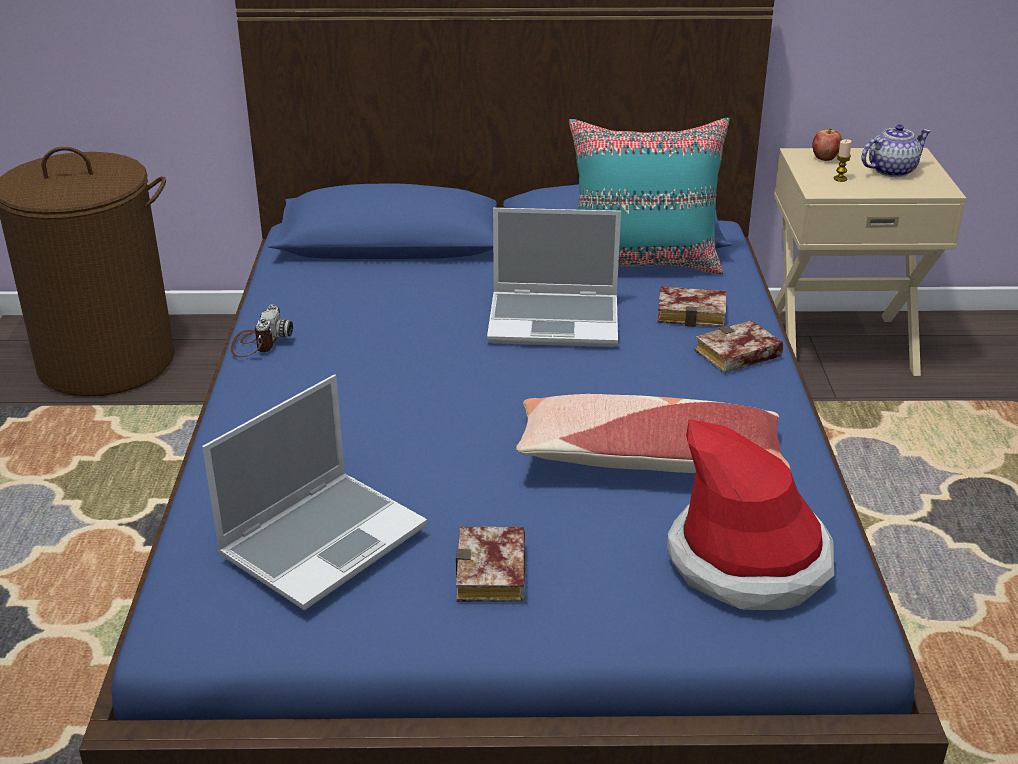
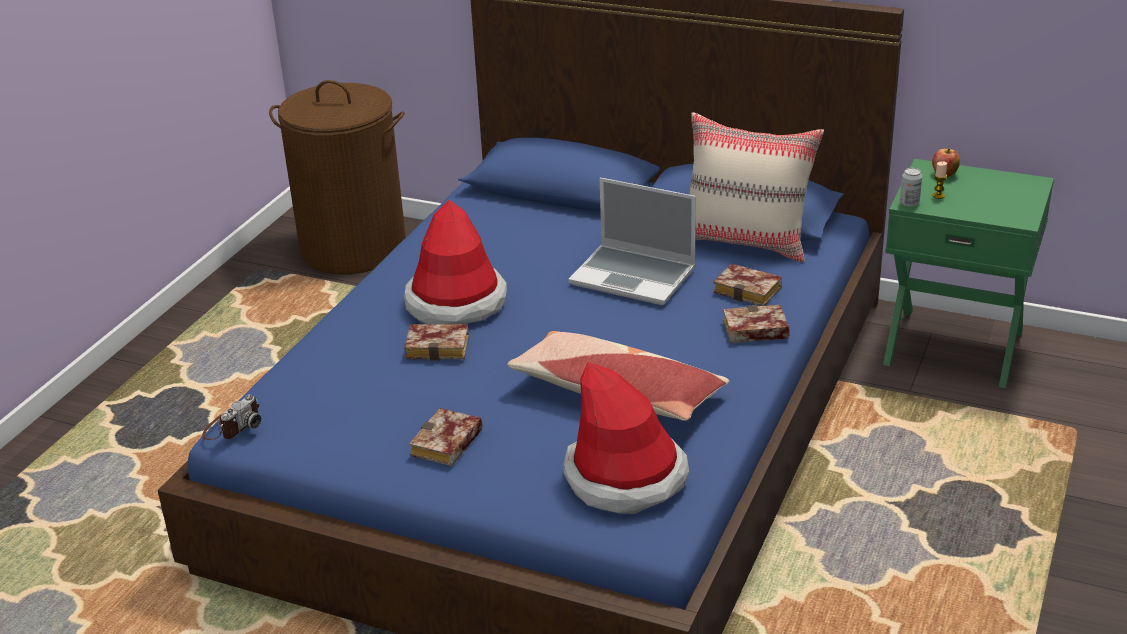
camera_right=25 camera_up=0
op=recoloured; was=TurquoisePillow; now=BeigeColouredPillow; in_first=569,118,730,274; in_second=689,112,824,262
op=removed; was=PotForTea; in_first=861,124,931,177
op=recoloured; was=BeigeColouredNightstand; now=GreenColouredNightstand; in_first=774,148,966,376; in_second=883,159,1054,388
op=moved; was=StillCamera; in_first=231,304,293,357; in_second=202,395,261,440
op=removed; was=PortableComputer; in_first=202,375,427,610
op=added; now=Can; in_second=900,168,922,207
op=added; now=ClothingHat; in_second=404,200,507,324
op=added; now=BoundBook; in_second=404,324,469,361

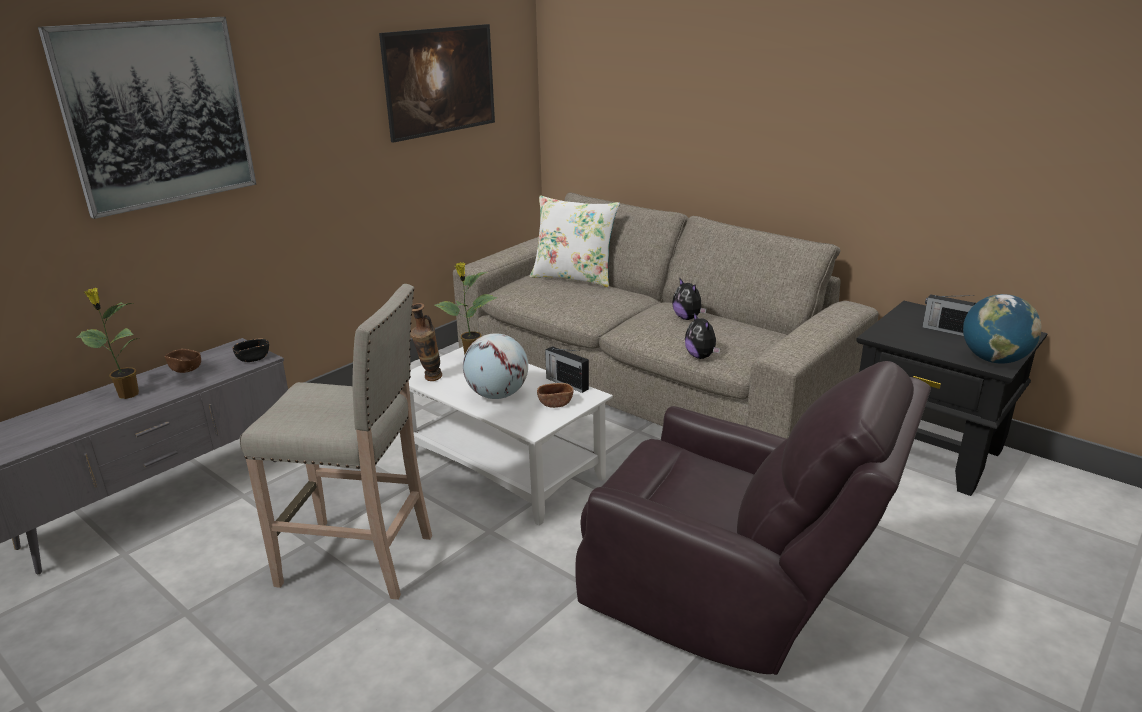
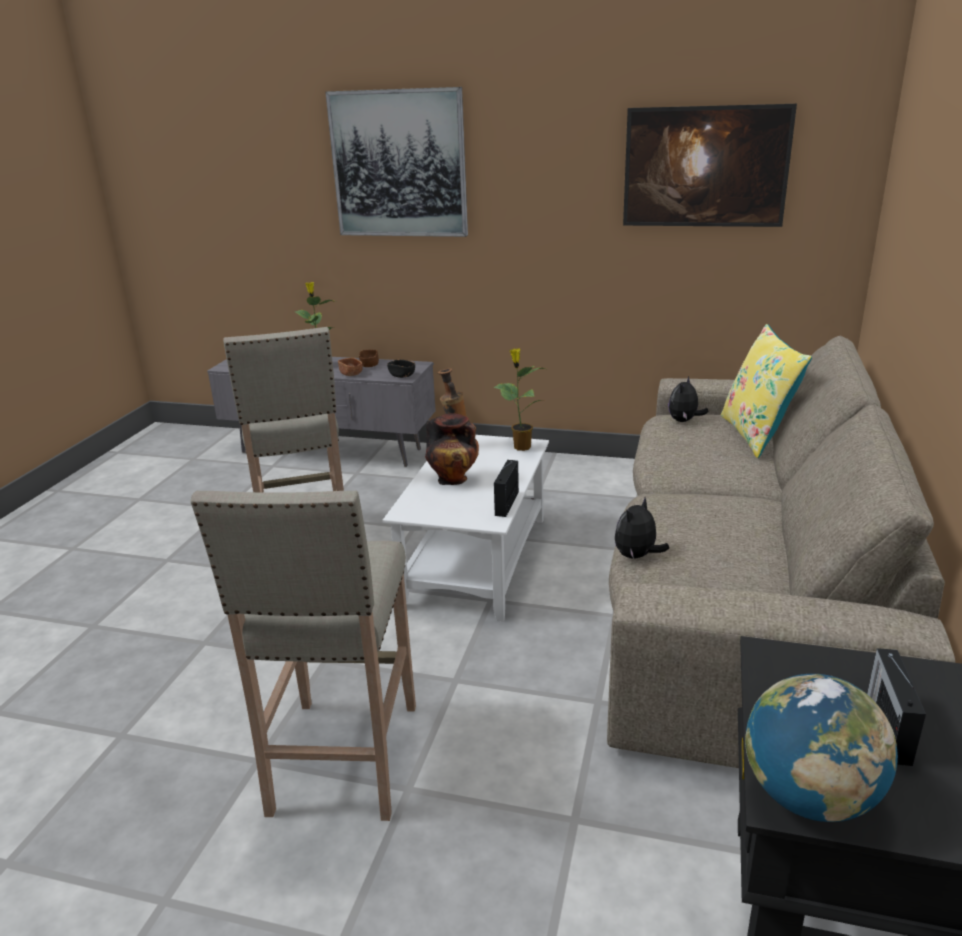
camera_right=65 camera_up=0
op=recoloured; was=WhitePillow; now=YellowColouredPillow; in_first=530,196,620,287; in_second=721,324,812,458
op=moved; was=CuddlyToy; in_first=672,278,707,320; in_second=668,376,709,422
op=replaced; was=Globe; now=FlowerVase; in_first=463,333,528,399; in_second=425,413,479,485
op=replaced; was=BrownColouredArmchair; now=BeigeColouredStool; in_first=575,361,931,675; in_second=190,491,416,821
op=moved; was=BrownColouredBowl; in_first=537,383,574,408; in_second=338,358,363,376

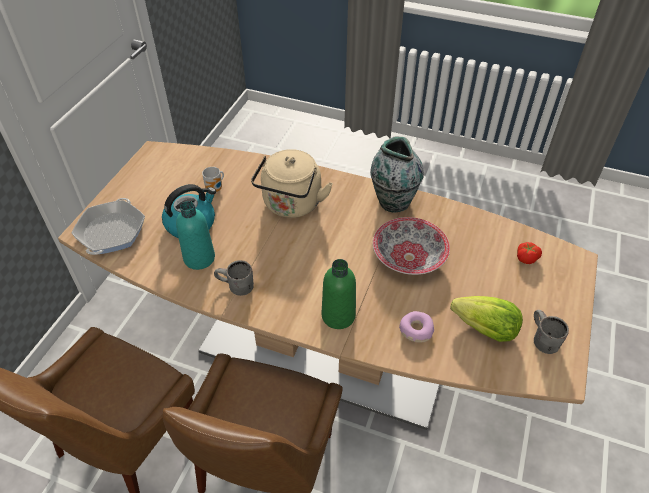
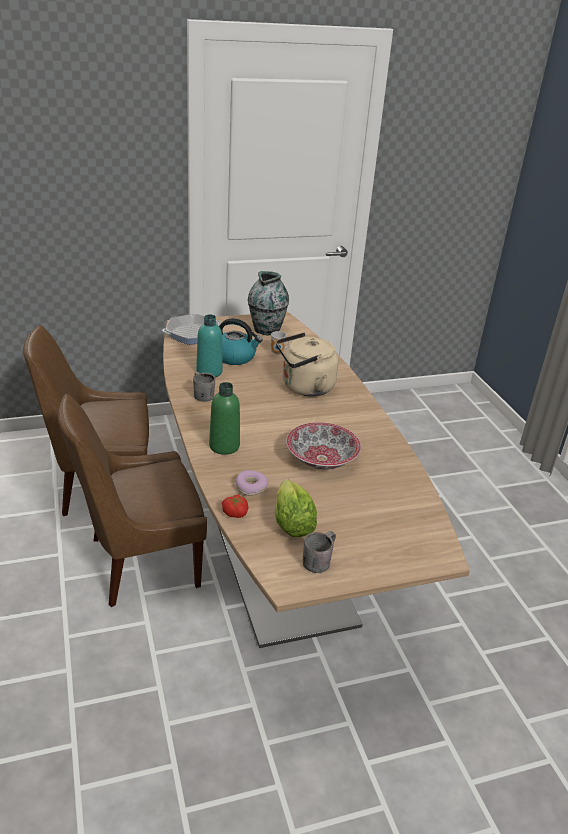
camera_right=50 camera_up=-15
op=moved; was=FlowerVase; in_first=370,137,424,212; in_second=248,271,289,335
op=moved; was=Tomato; in_first=517,242,542,264; in_second=222,495,249,518

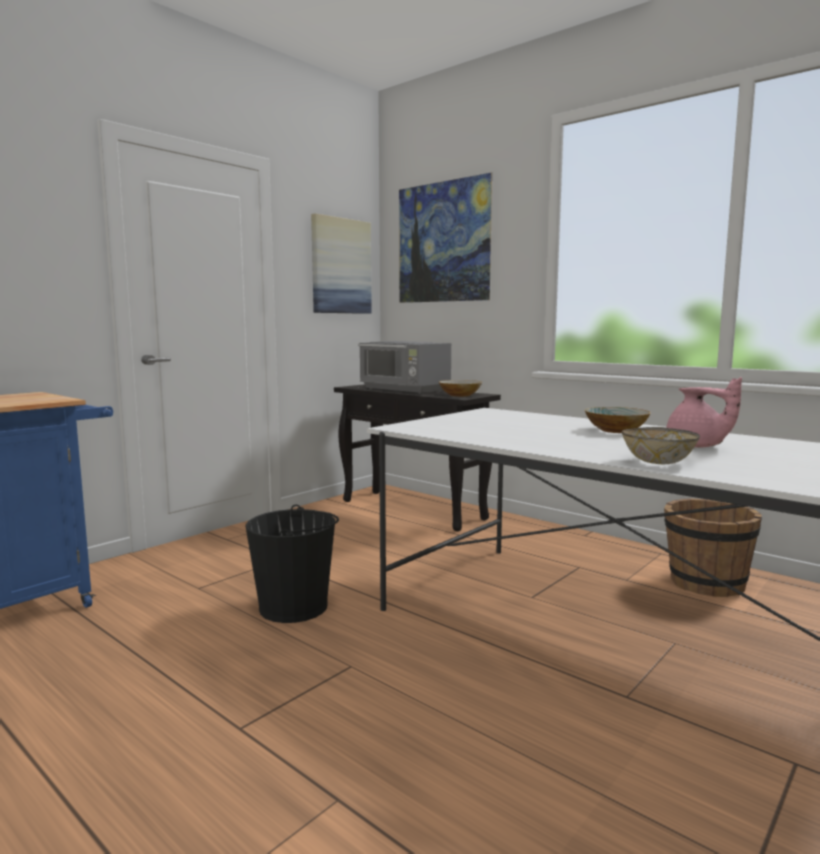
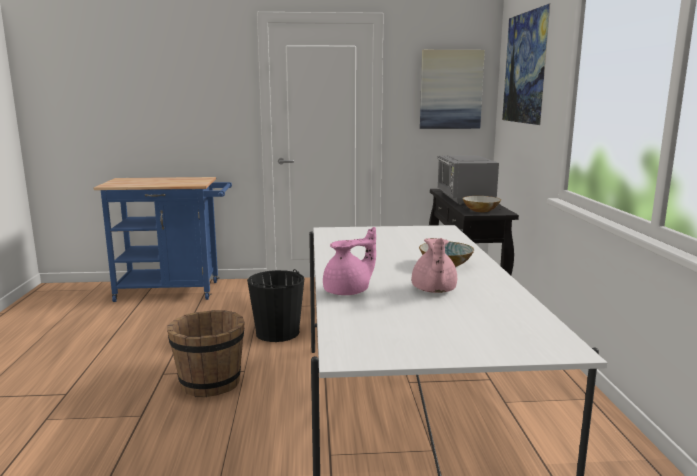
camera_right=45 camera_up=5
op=replaced; was=Bowl; now=PinkPotForTea; in_first=622,427,700,464; in_second=323,227,376,295
op=moved; was=BrownColouredBucket; in_first=664,498,762,597; in_second=167,310,245,397

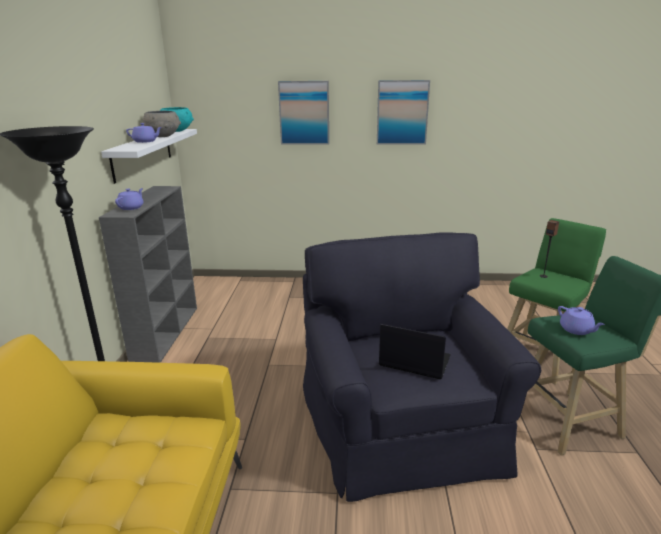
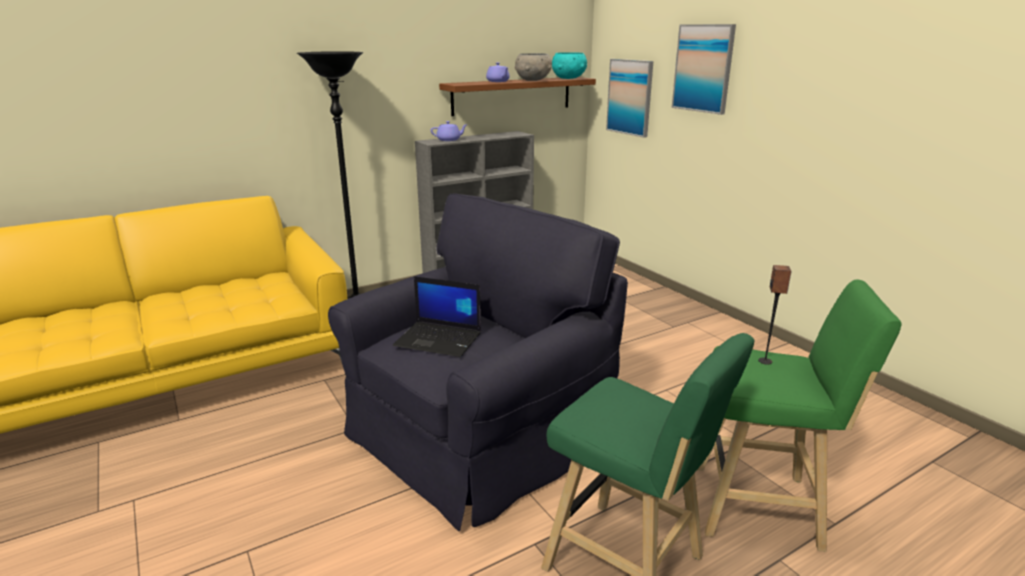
camera_right=55 camera_up=0
op=moved; was=WallPicture; in_first=377,80,430,145; in_second=606,59,654,138
op=recoloured; was=WhiteWallShelf; now=BrownColouredWallShelf; in_first=101,129,197,184; in_second=439,77,596,116
op=removed; was=PurplishPotForTea; in_first=558,306,605,335
op=turned; was=PortableComputer; in_first=379,324,451,379; in_second=393,276,481,357; clockwise=120

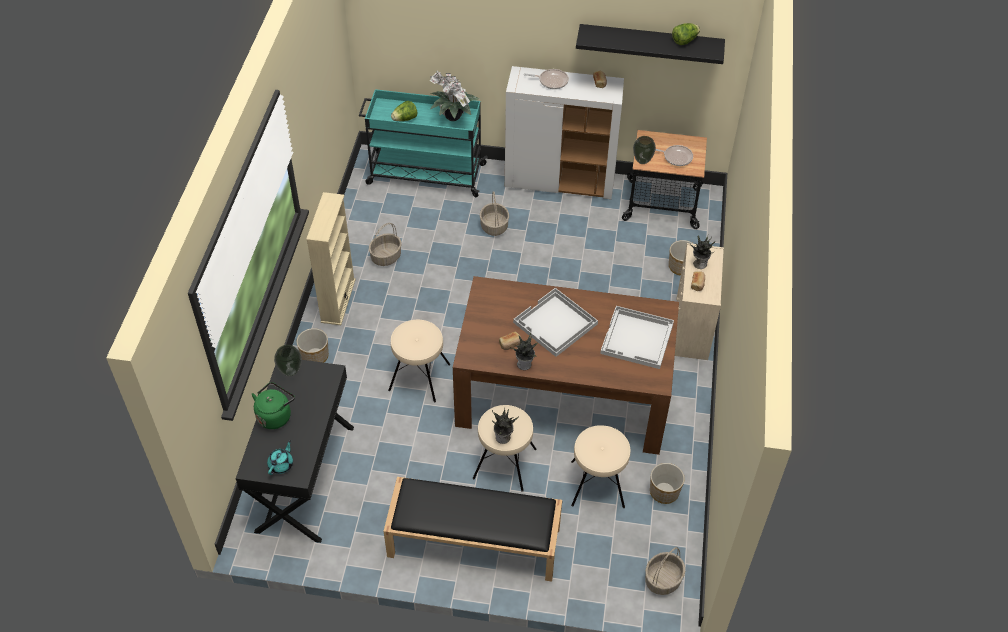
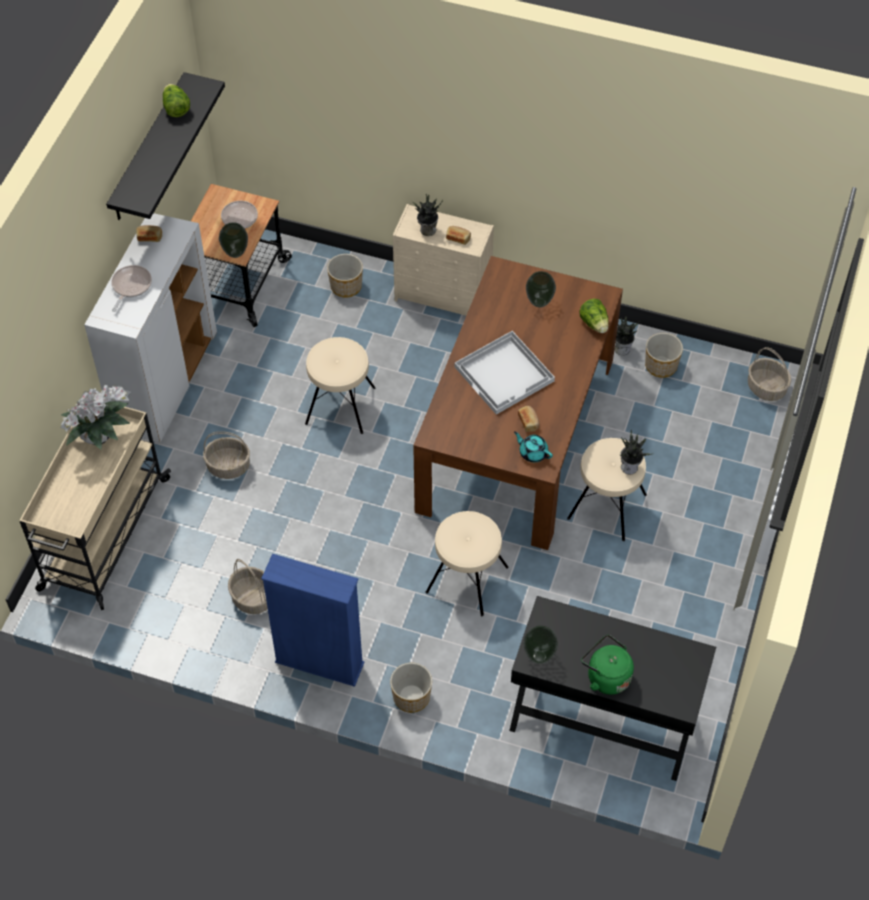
camera_right=-80 camera_up=5
op=recoloured; was=TurquoiseCart; now=BeigeColouredCart; in_first=359,89,488,198; in_second=19,407,171,610
op=moved; was=HeadOfLettuce; in_first=391,101,417,121; in_second=579,299,609,333
op=recoloured; was=BeigeColouredBookshelf; now=BlueBookshelf; in_first=306,192,356,325; in_second=261,554,364,687
op=replaced; was=WhiteCarryingTray; now=FlowerVase; in_first=600,306,674,369; in_second=526,271,556,307
op=moved; was=Houseplant; in_first=510,332,538,370; in_second=615,317,640,355
op=moved; was=BeigeColouredStool; in_first=571,425,630,508; in_second=305,337,376,434
op=moved; was=TurquoisePotForTea; in_first=267,440,293,475; in_second=514,431,553,462
op=removed; was=BlackishIndoorBench; in_first=384,477,563,582

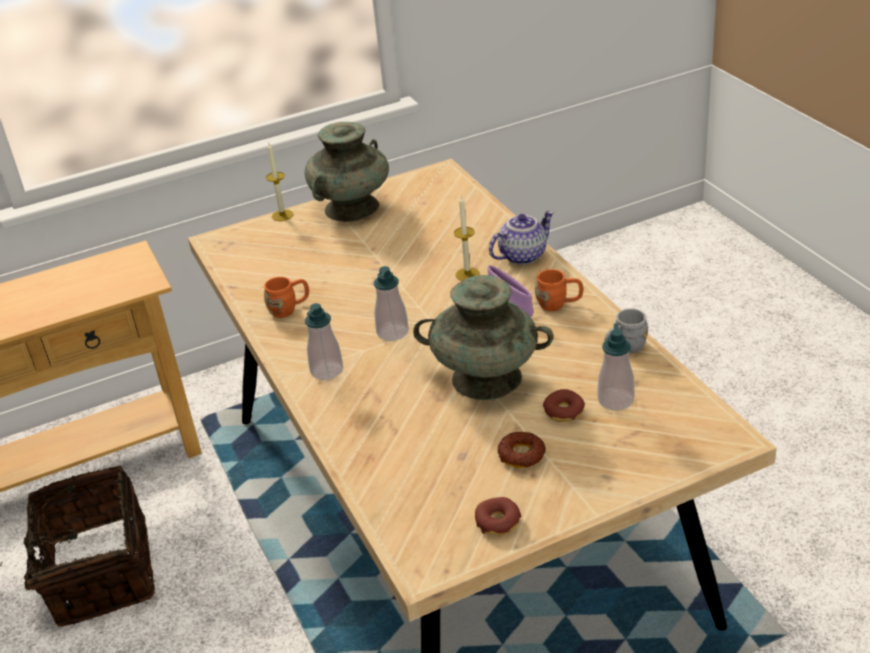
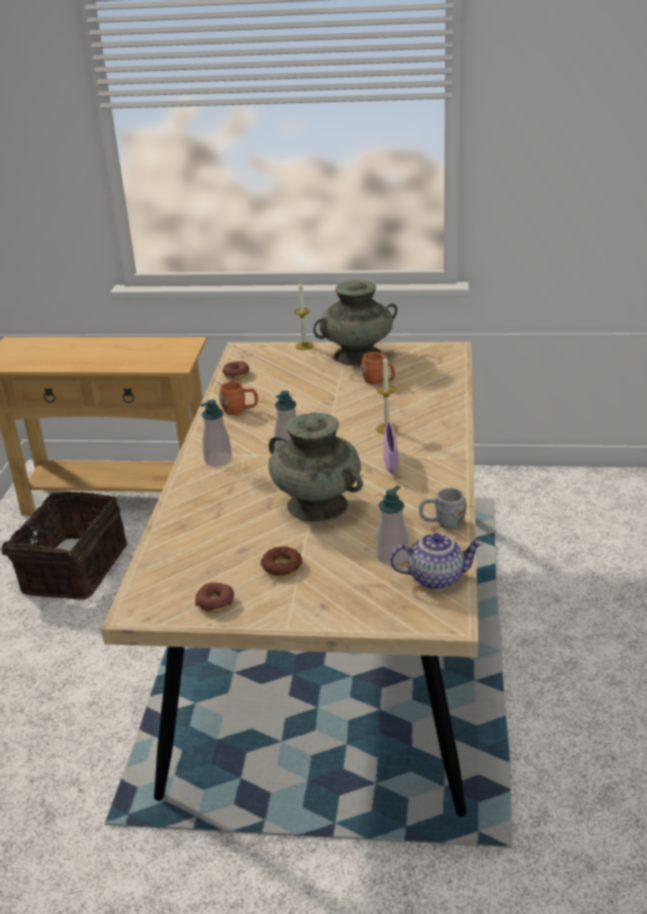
camera_right=30 camera_up=-5
op=moved; was=PotForTea; in_first=489,211,554,265; in_second=390,533,483,590
op=moved; was=OrangeColouredCoffeeMug; in_first=535,269,583,311; in_second=361,352,395,384
op=moved; was=RingDoughnut; in_first=543,389,585,422; in_second=222,361,249,379

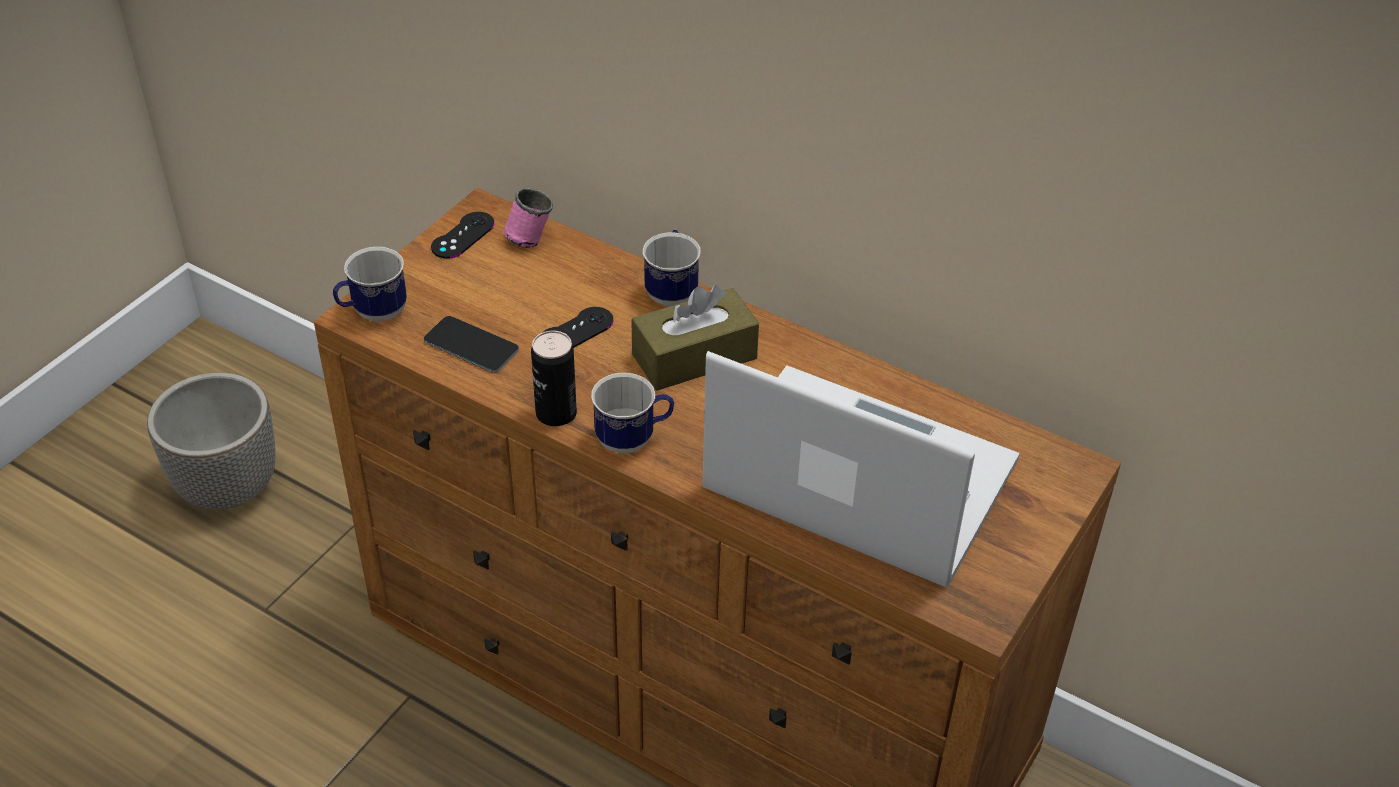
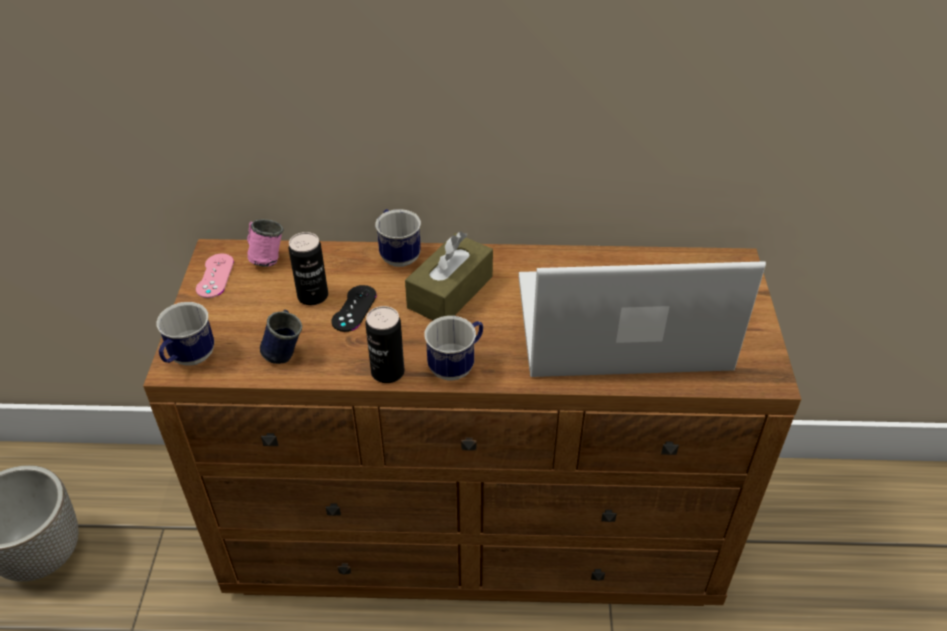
camera_right=-30 camera_up=0
op=recoloured; was=BlackishGamepad; now=PinkGamepad; in_first=431,212,495,259; in_second=196,253,234,298
op=replaced; was=Phone; now=BlueCoffeeMug; in_first=424,316,519,373; in_second=260,310,302,364
op=added; now=Can; in_second=289,232,328,305

